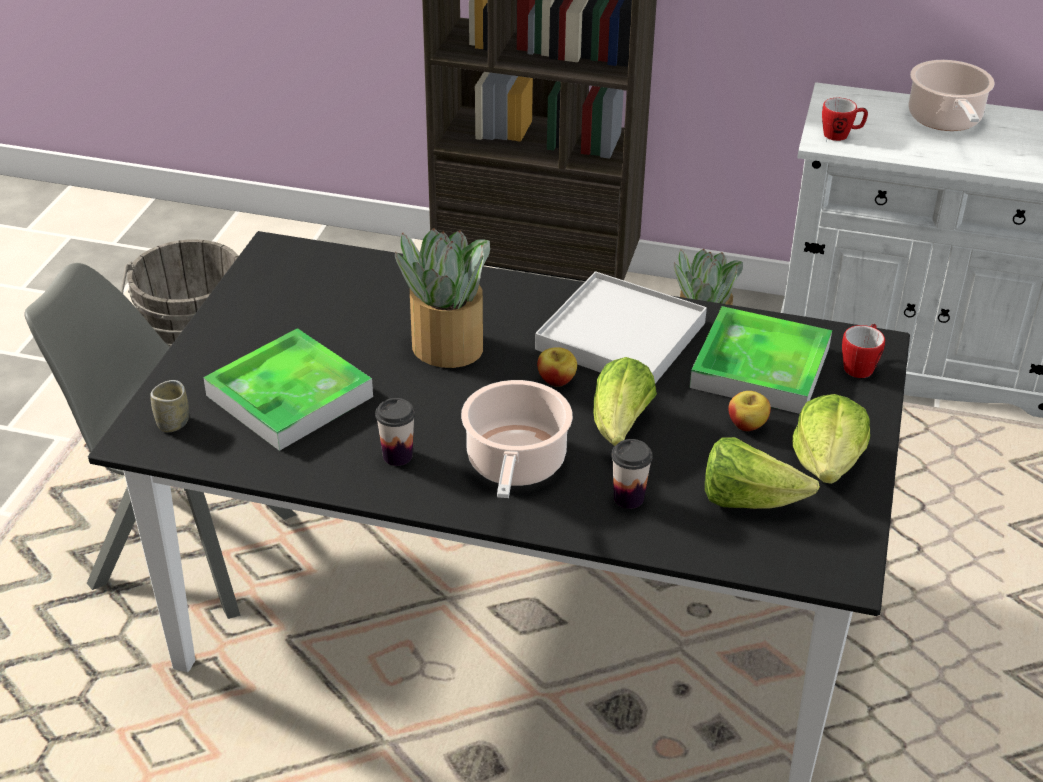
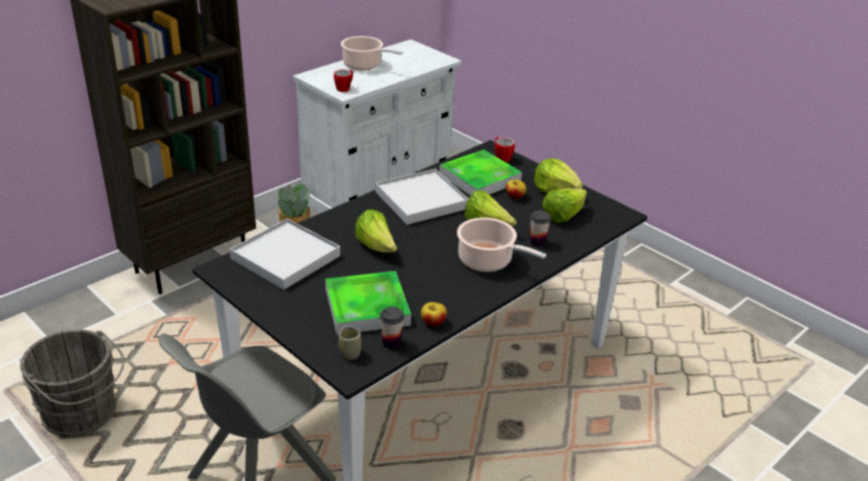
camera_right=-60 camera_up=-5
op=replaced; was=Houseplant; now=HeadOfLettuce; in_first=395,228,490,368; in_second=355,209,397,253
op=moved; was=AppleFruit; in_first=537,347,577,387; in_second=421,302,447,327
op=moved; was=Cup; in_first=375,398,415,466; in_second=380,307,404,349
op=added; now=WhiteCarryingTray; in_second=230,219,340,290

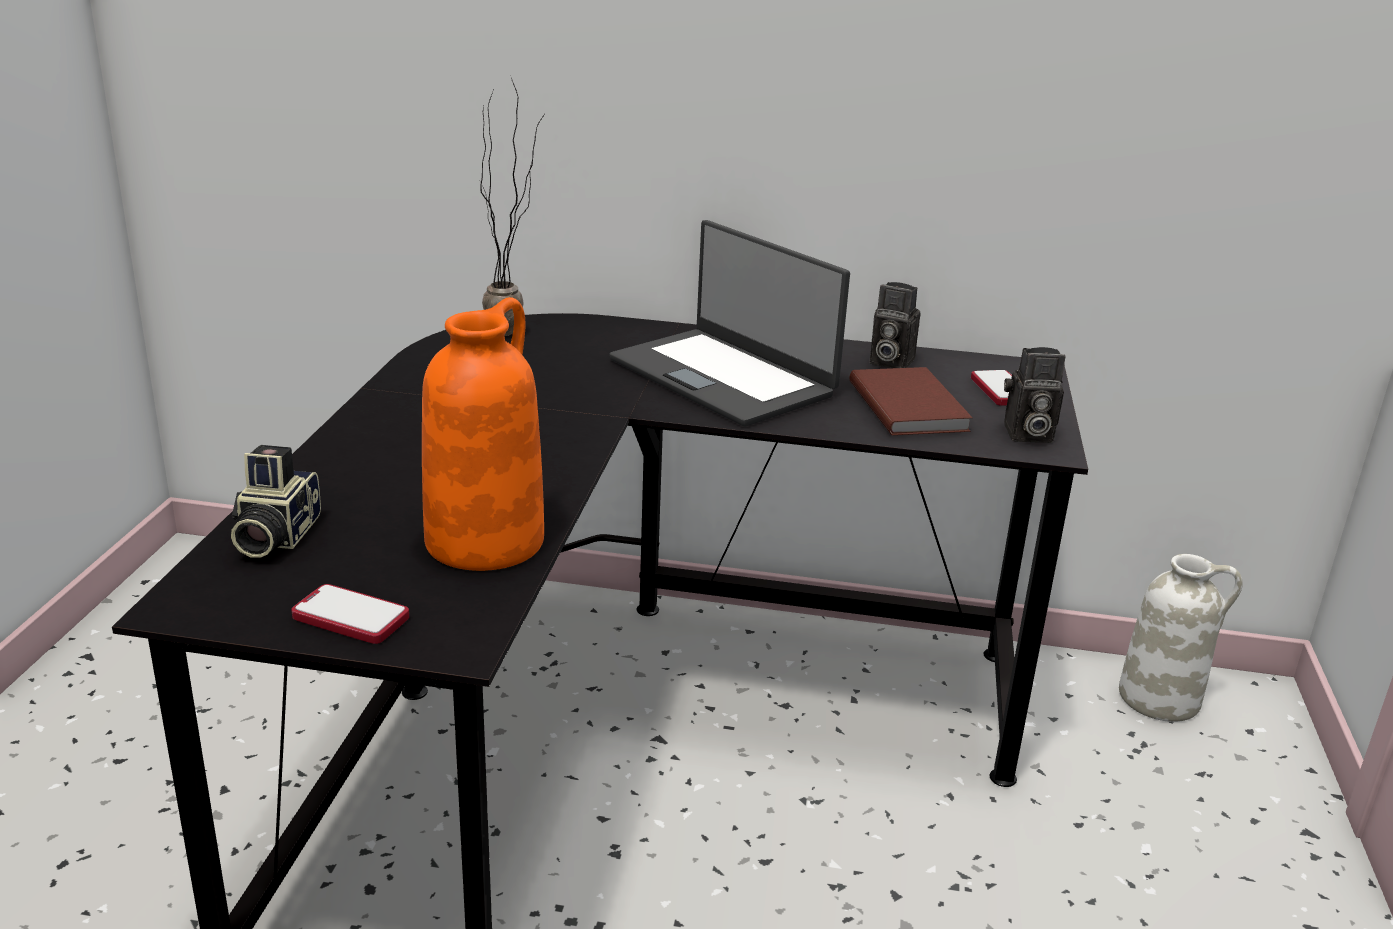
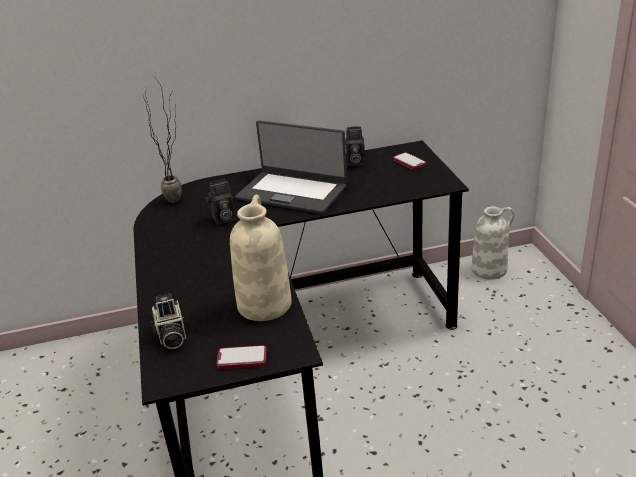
camera_right=-20 camera_up=5
op=recoloured; was=OrangeColouredFlowerVase; now=BeigeColouredFlowerVase; in_first=422,297,544,571; in_second=230,195,292,321
op=moved; was=StillCamera; in_first=1004,347,1066,443; in_second=206,179,236,225
op=removed; was=BrownColouredBoundBook; in_first=849,367,973,435

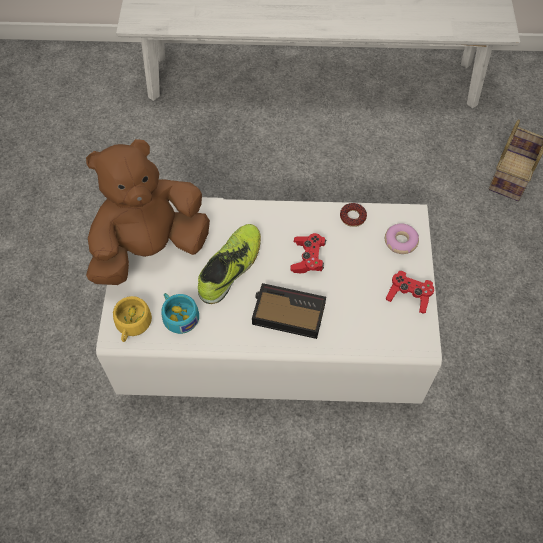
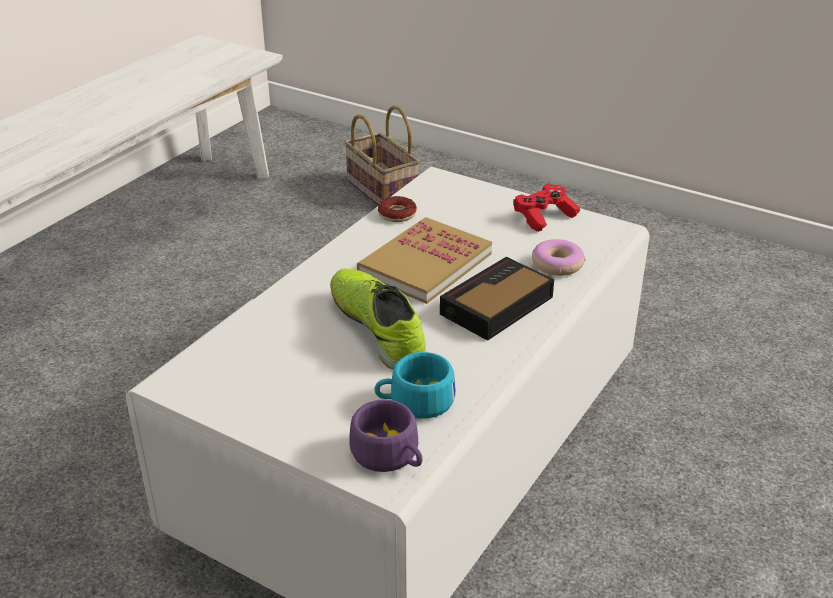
camera_right=-60 camera_up=-25
op=removed; was=BrownColouredCuddlyToy; in_first=86,139,210,285
op=moved; was=RingDoughnut; in_first=385,224,419,254; in_second=532,239,586,276
op=replaced; was=RedColouredGamepad; now=BoundBook; in_first=290,233,326,273; in_second=357,217,492,304
op=recoloured; was=YellowColouredCup; now=PurplishCup; in_first=113,296,152,342; in_second=349,399,422,472

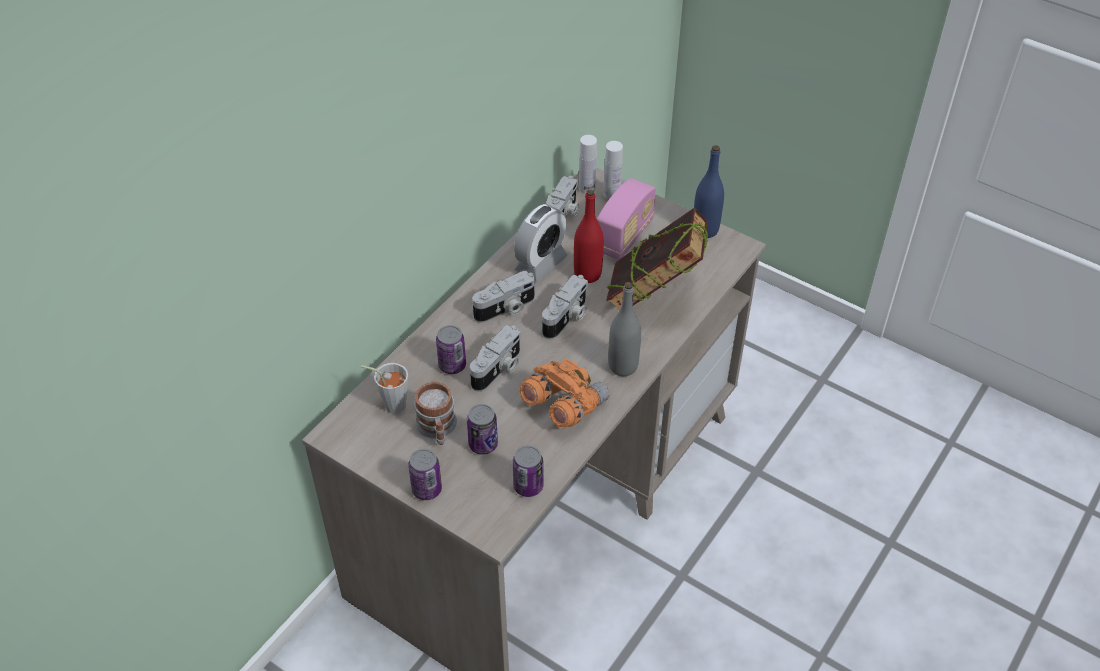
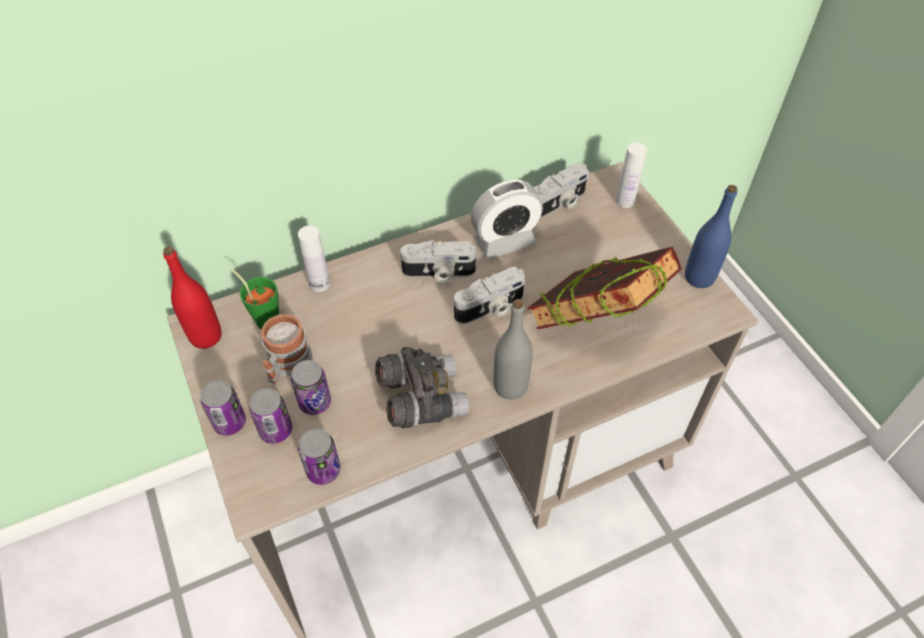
camera_right=30 camera_up=5
op=moved; was=WhiteDrinkBottle; in_first=579,135,597,194; in_second=298,226,330,292
op=removed; was=RadioReceiver; in_first=597,178,656,260
op=moved; was=RedColouredDrinkBottle; in_first=574,189,604,283; in_second=163,246,222,349
op=moved; was=Can; in_first=436,325,466,374; in_second=249,388,292,444
op=removed; was=StillCamera; in_first=470,325,521,392
op=recoloured; was=OrangeColouredBinoculars; now=GreyBinoculars; in_first=519,358,609,428; in_second=375,347,469,428
op=recoloured; was=GreyCup; now=GreenColouredCup; in_first=361,363,408,414; in_second=231,268,279,330

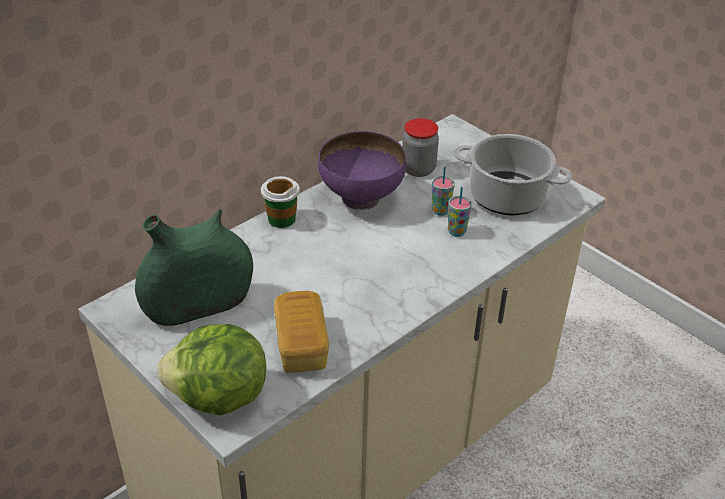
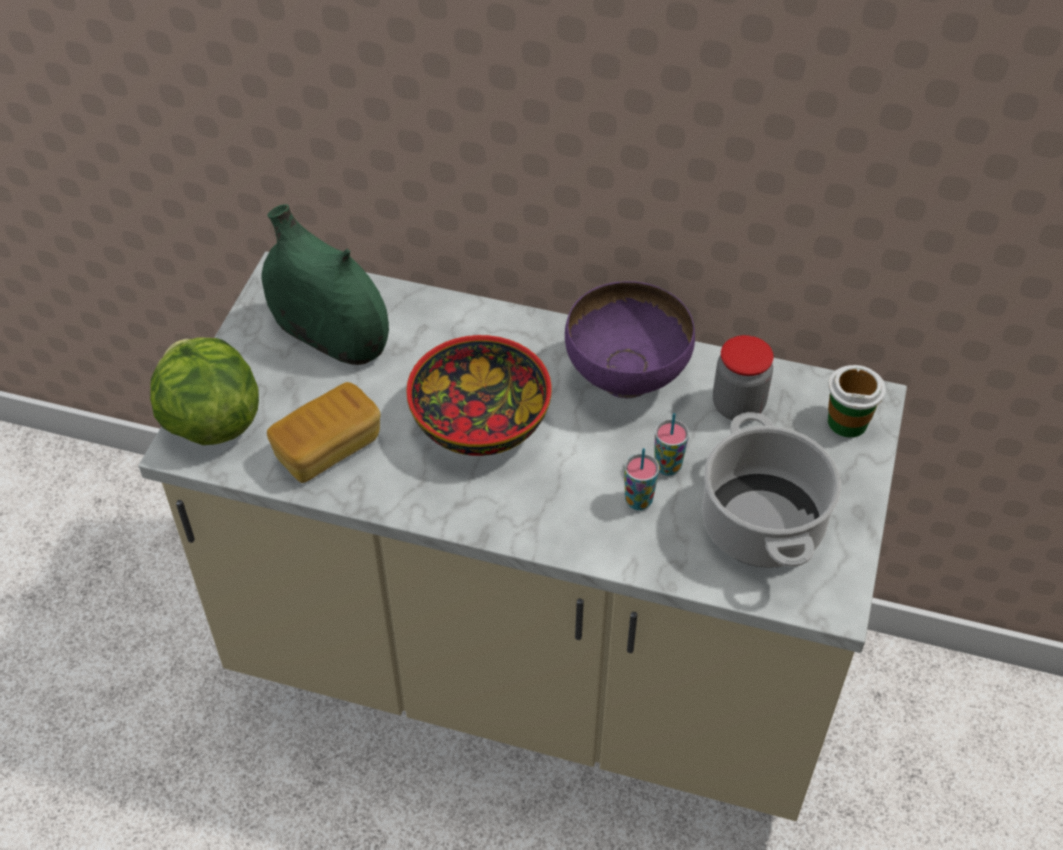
camera_right=60 camera_up=10
op=moved; was=Cup; in_first=261,176,300,228; in_second=828,365,886,438
op=added; now=Bowl; in_second=406,335,552,456

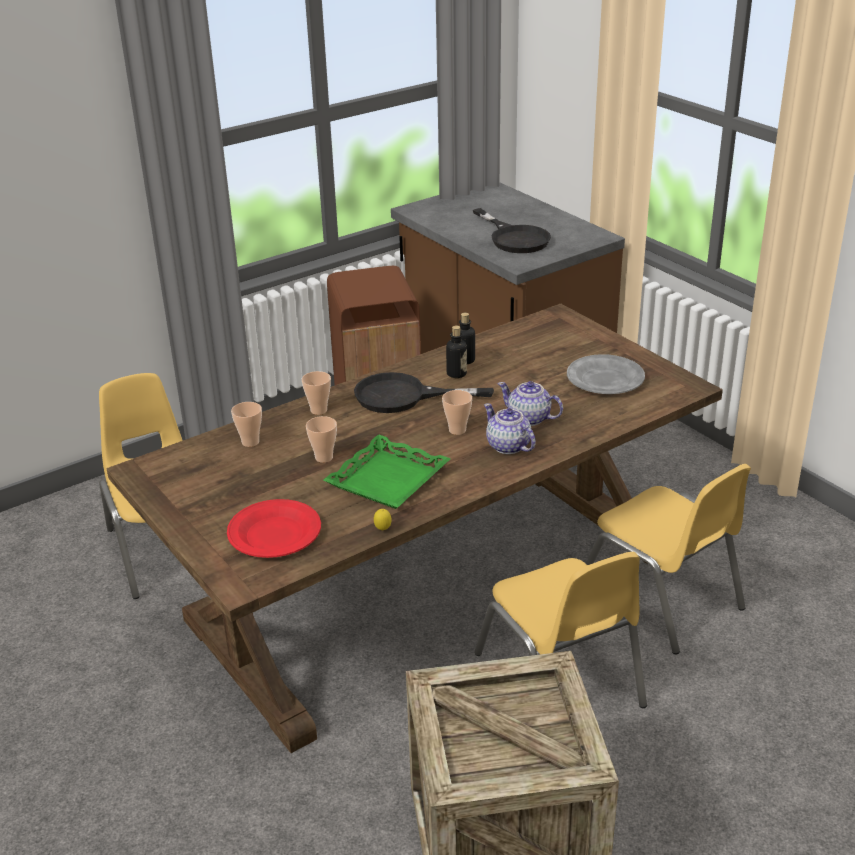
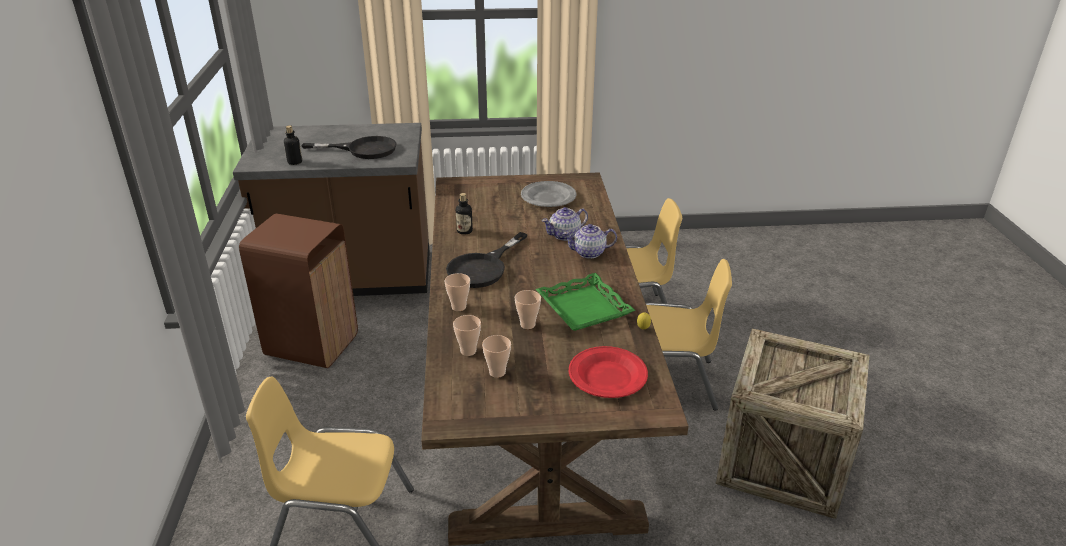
camera_right=-60 camera_up=0
op=moved; was=DrinkBottle; in_first=446,325,467,378; in_second=284,125,302,165
op=moved; was=Cup; in_first=442,390,472,435; in_second=482,335,511,378

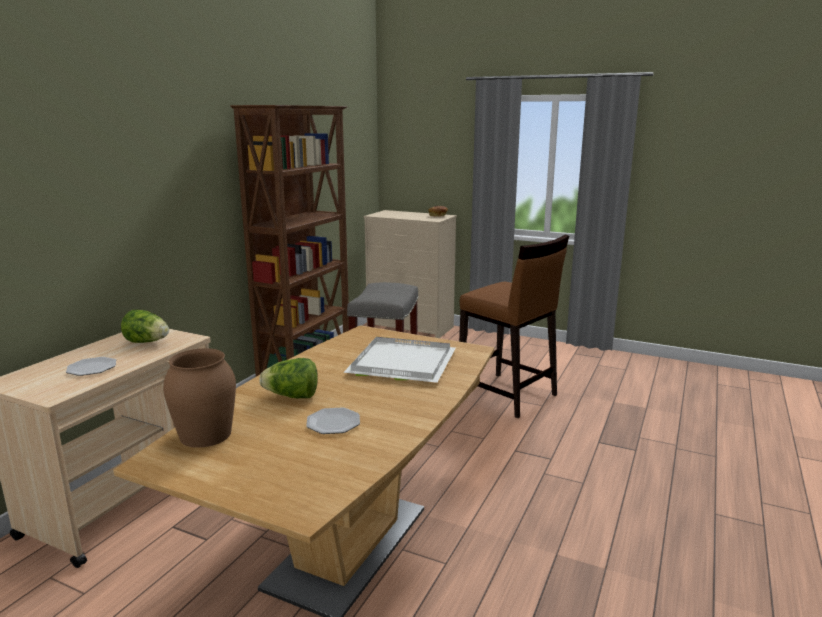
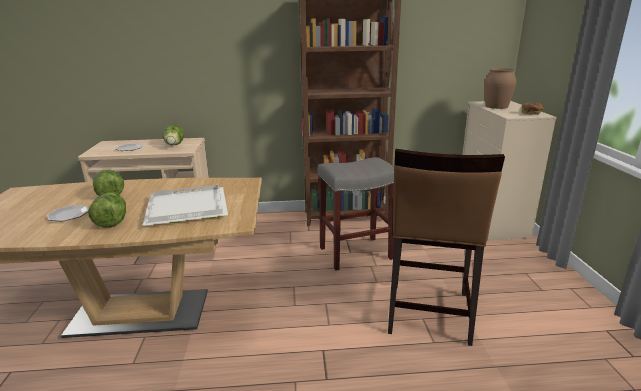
camera_right=60 camera_up=5
op=moved; was=BrownColouredFlowerVase; in_first=163,348,236,448; in_second=484,68,516,109
op=added; now=HeadOfLettuce; in_second=88,192,126,228

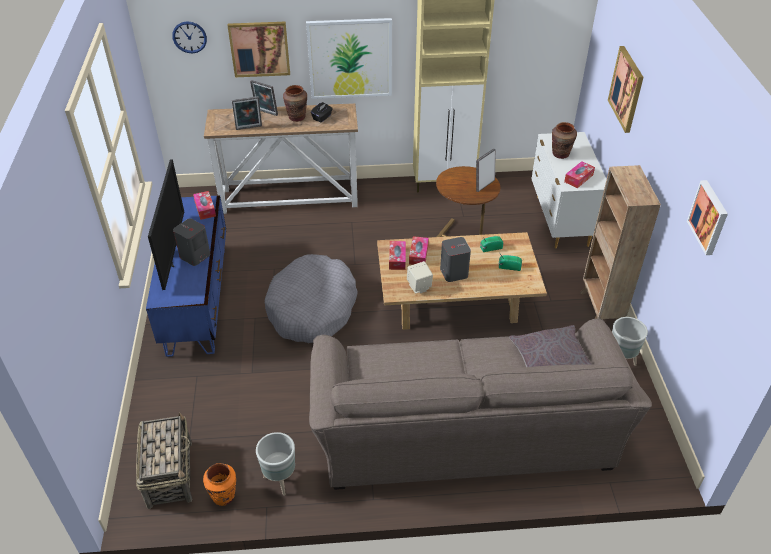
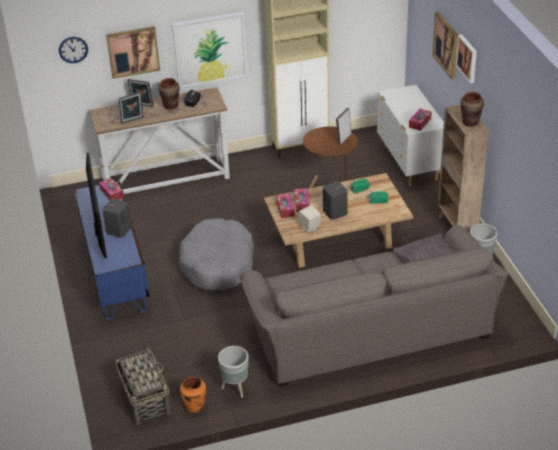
camera_right=-10 camera_up=-5
op=moved; was=BrownColouredFlowerVase; in_first=552,122,577,159; in_second=460,92,484,127
op=moved; was=WallPicture; in_first=687,180,728,255; in_second=456,34,477,83

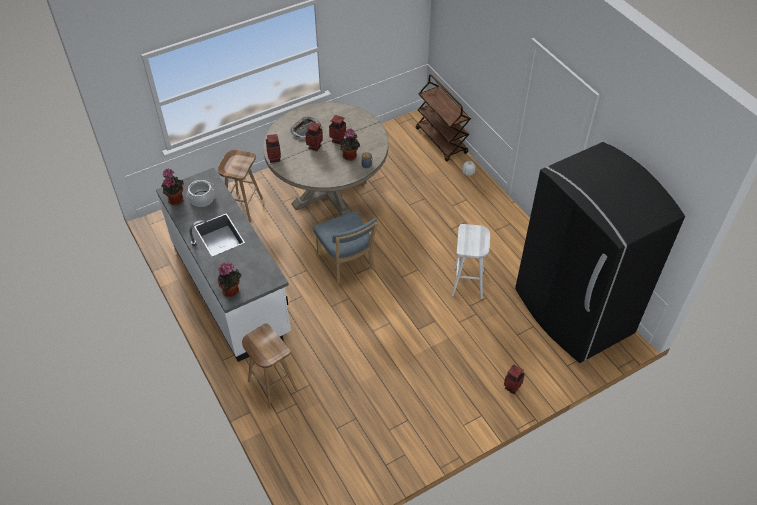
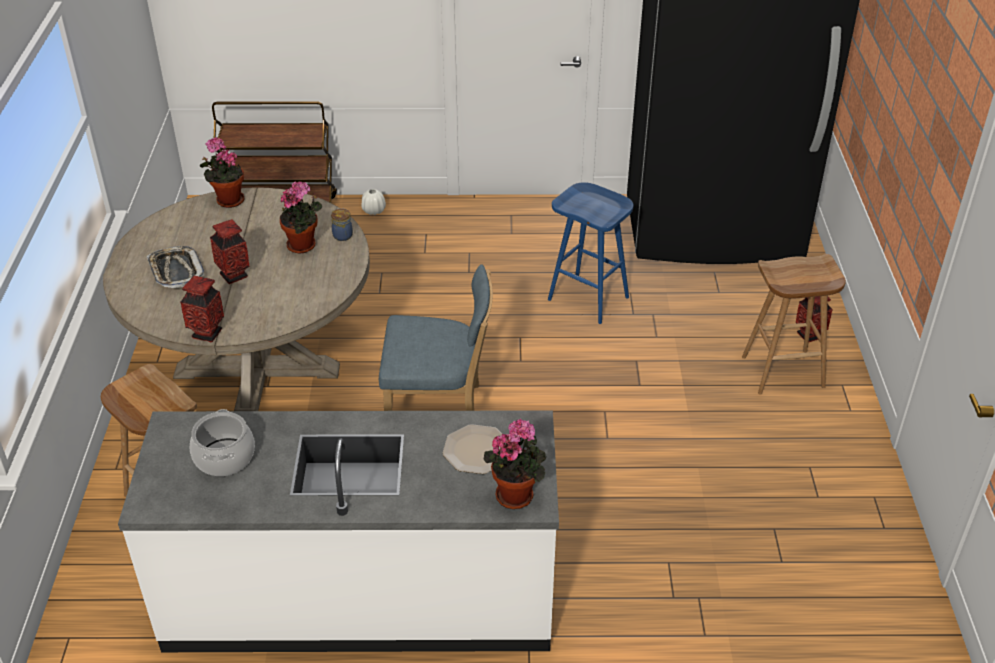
camera_right=-60 camera_up=-10
op=removed; was=FlowerVase; in_first=329,115,346,145
op=moved; was=Houseplant; in_first=162,169,184,205; in_second=200,137,244,208
op=recoloured; was=WhiteStool; now=BlueStool; in_first=452,224,490,299; in_second=548,182,633,324
op=moved; was=BrownColouredStool; in_first=242,323,297,409; in_second=742,254,846,395
op=added; now=DinnerPlate; in_second=442,424,506,474

